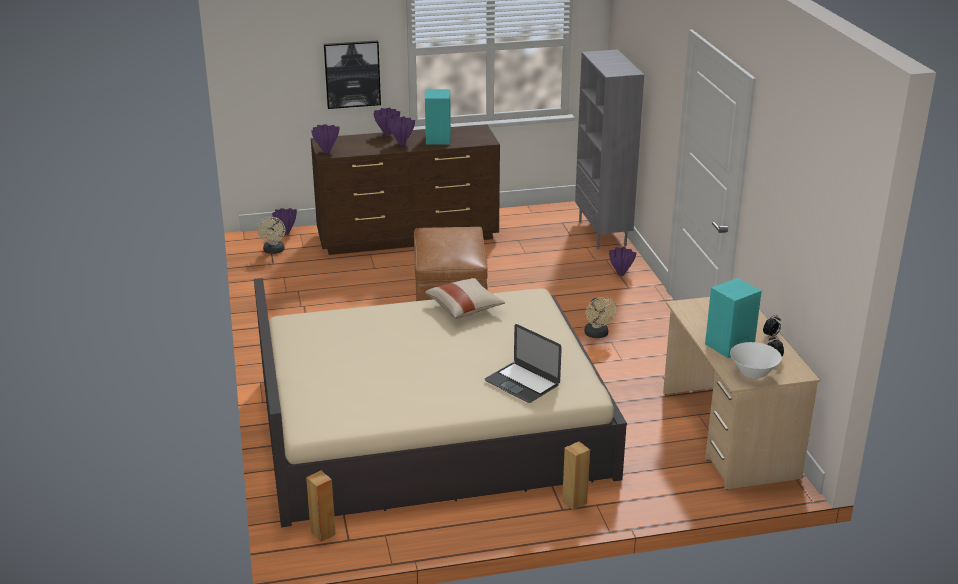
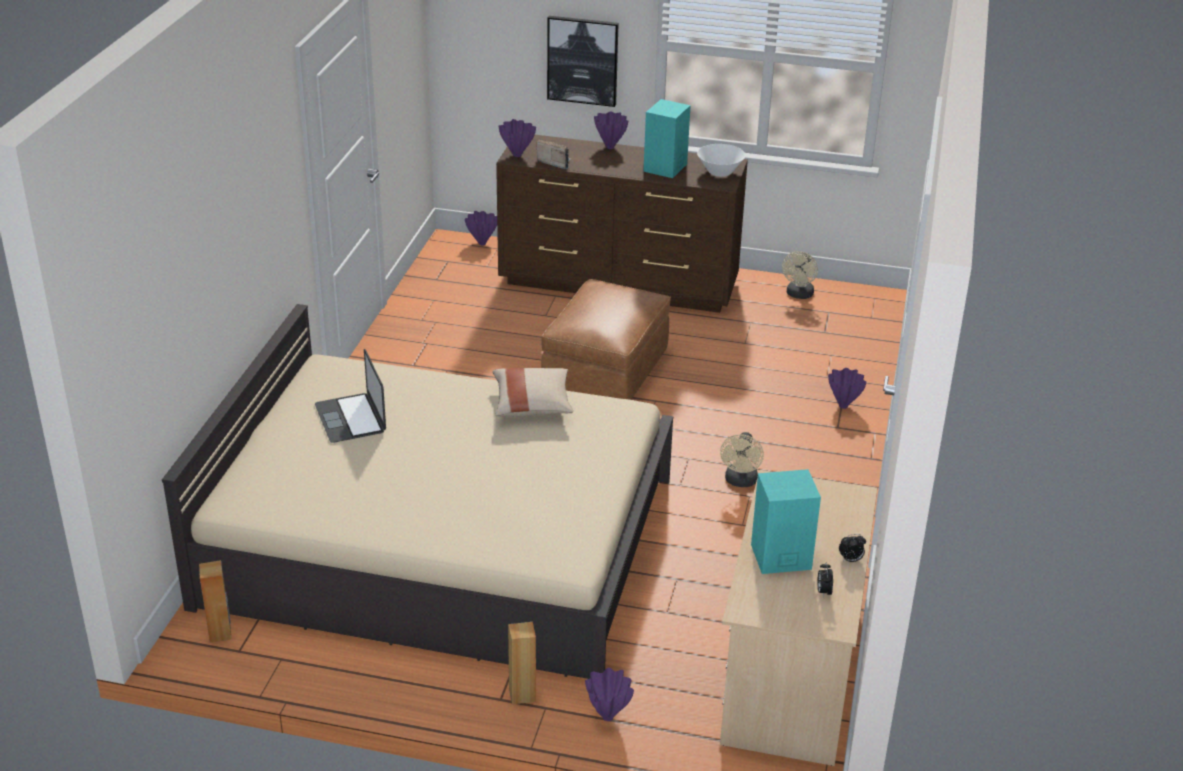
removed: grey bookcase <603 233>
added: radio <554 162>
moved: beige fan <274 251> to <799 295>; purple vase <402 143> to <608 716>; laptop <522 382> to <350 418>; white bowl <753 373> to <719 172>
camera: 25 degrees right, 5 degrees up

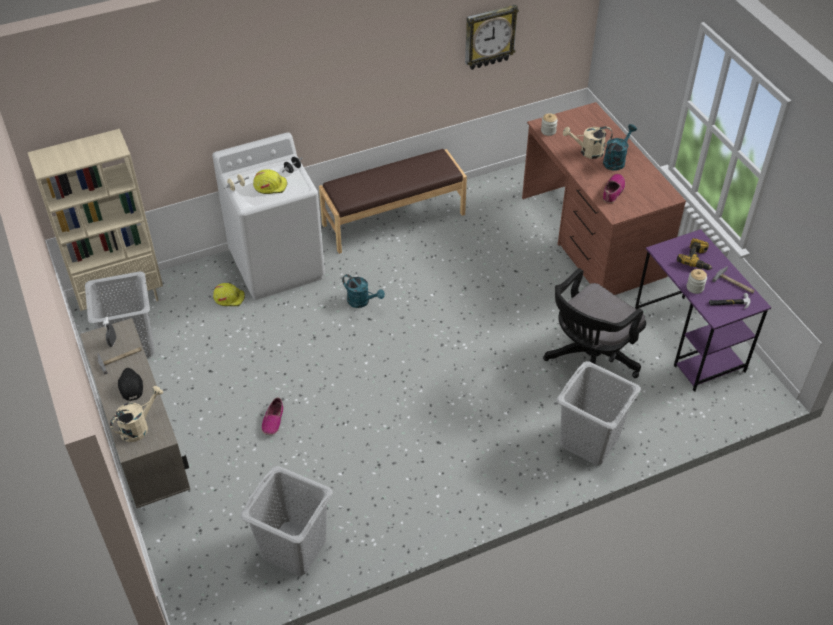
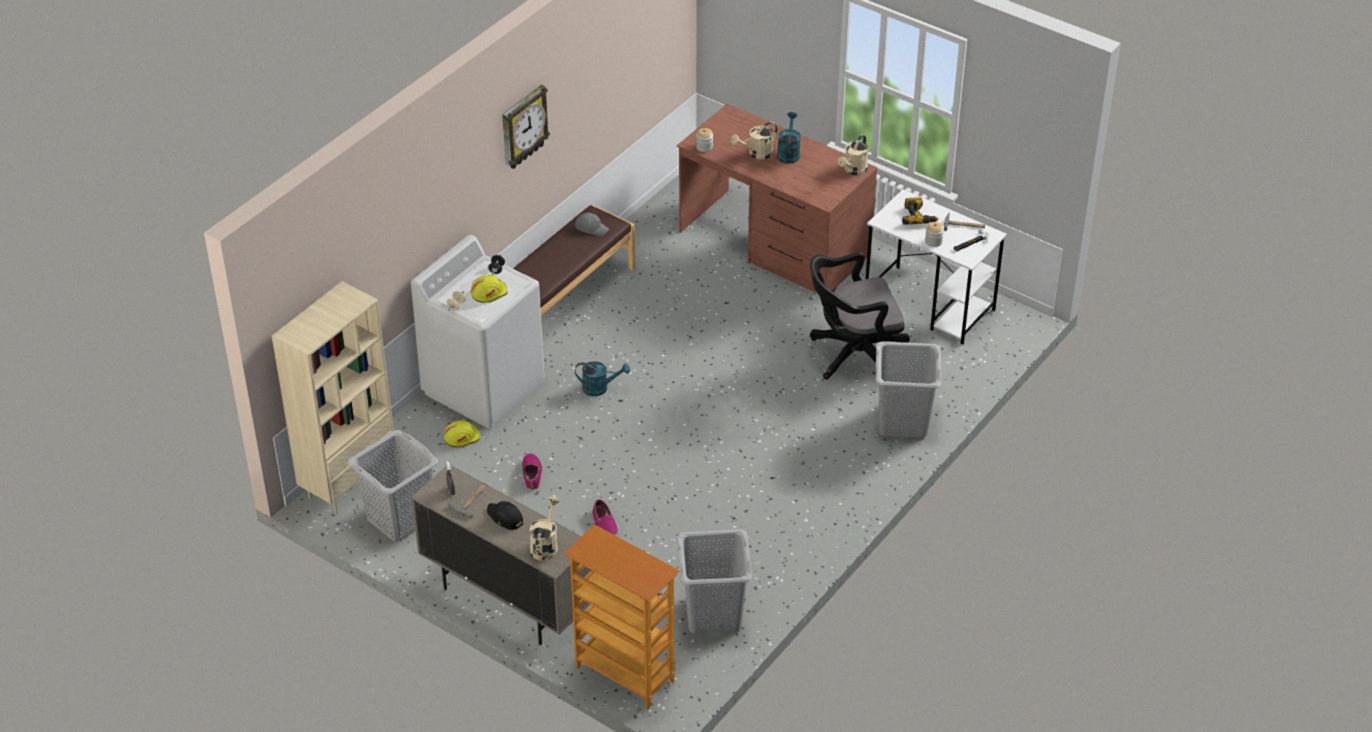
added: bookcase <624 675>; grey cap <591 228>; beige watering can <853 170>
moved: wall clock <489 37> to <523 127>; shoe <613 191> to <532 474>
recoloured: purple desk <689 343> to white desk <930 305>
turned: black office chair <588 360> = <853 355> 60 degrees clockwise
camera: 30 degrees left, 5 degrees down

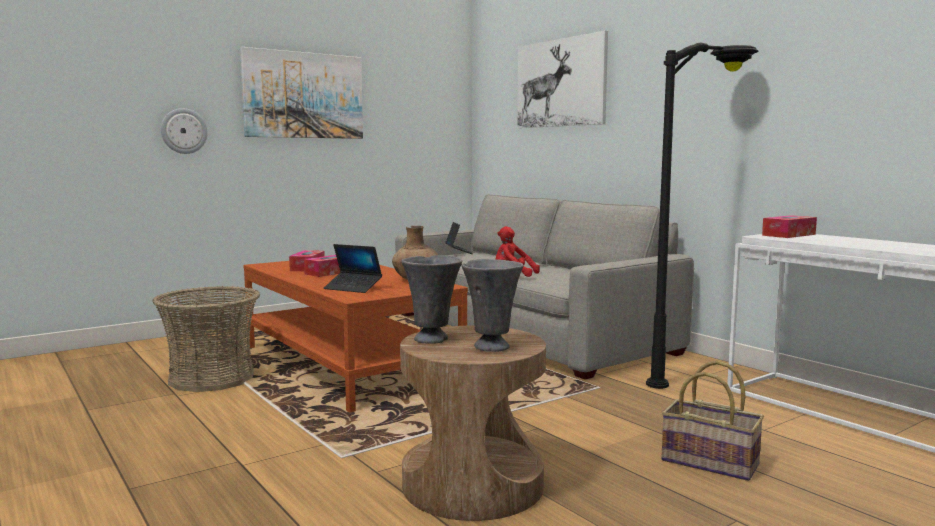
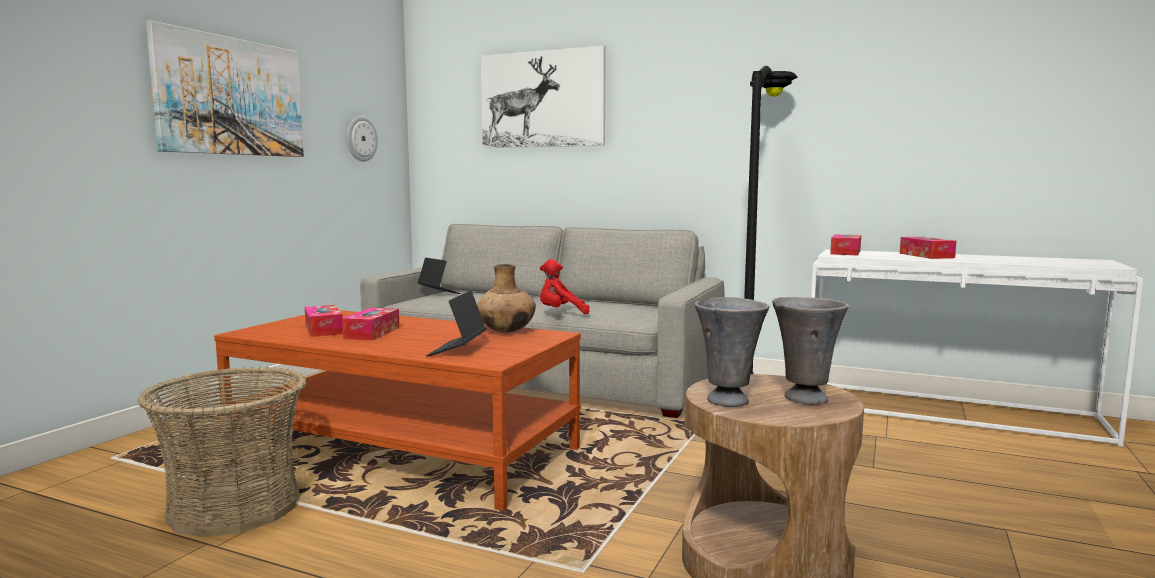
removed: basket <710 462>
added: tissue box <926 255>
moved: wall clock <184 131> to <361 138>
turned: laptop <353 288> = <457 350> 105 degrees clockwise
camera: 30 degrees left, 0 degrees up

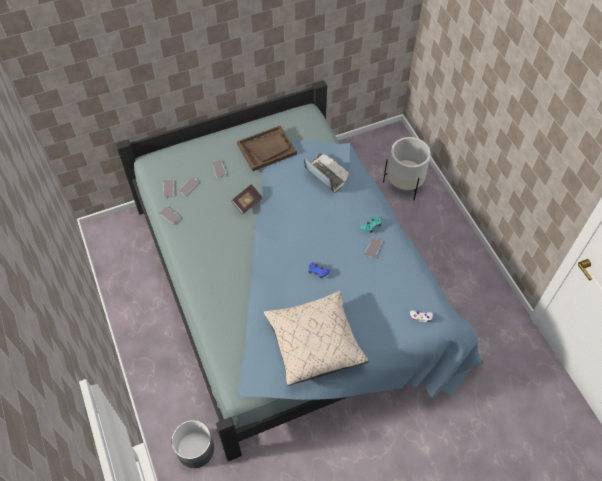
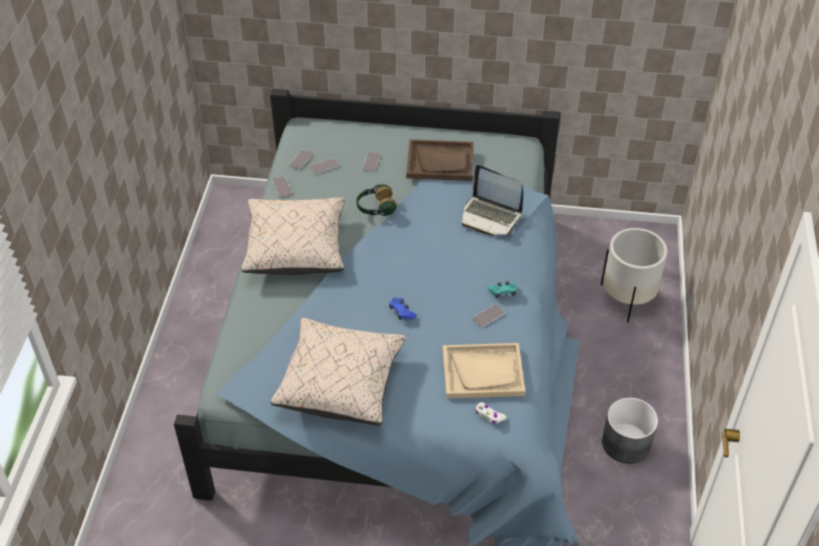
added: beige pillow <296 248>; beige tray <483 372>
moved: grey planter <196 449> to <626 443>
replaced: book <247 203> to headphones <375 208>
turned: laptop <326 175> = <491 216> 135 degrees clockwise
camera: 30 degrees right, 10 degrees down

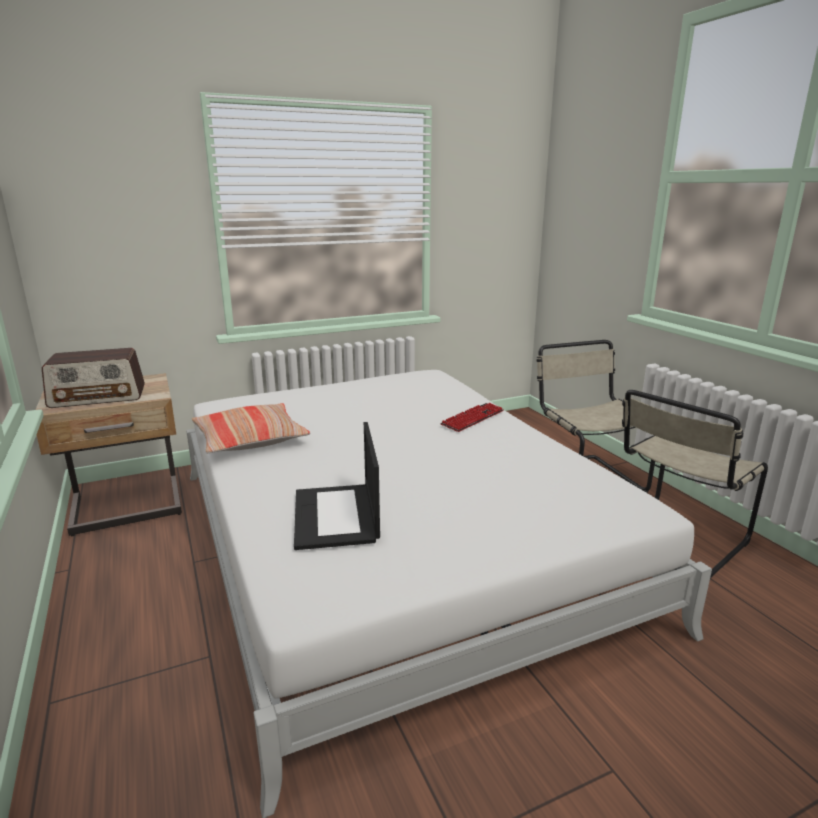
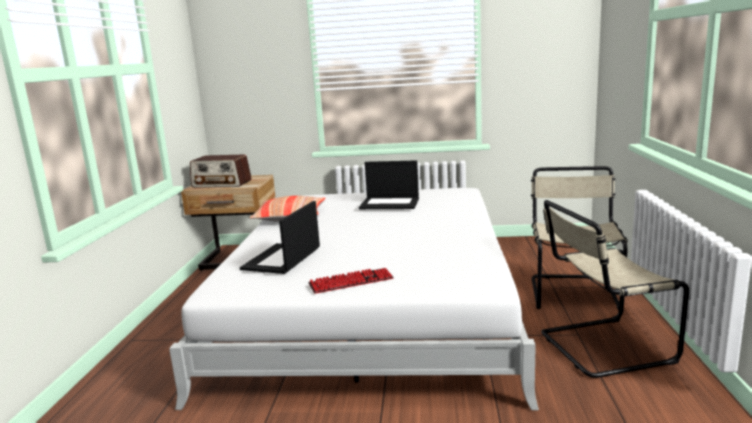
added: laptop <390 203>
moved: keyboard <473 418> to <351 282>
camera: 30 degrees right, 5 degrees down

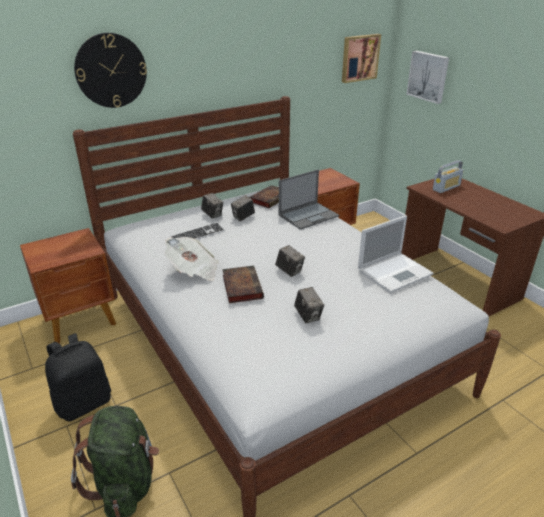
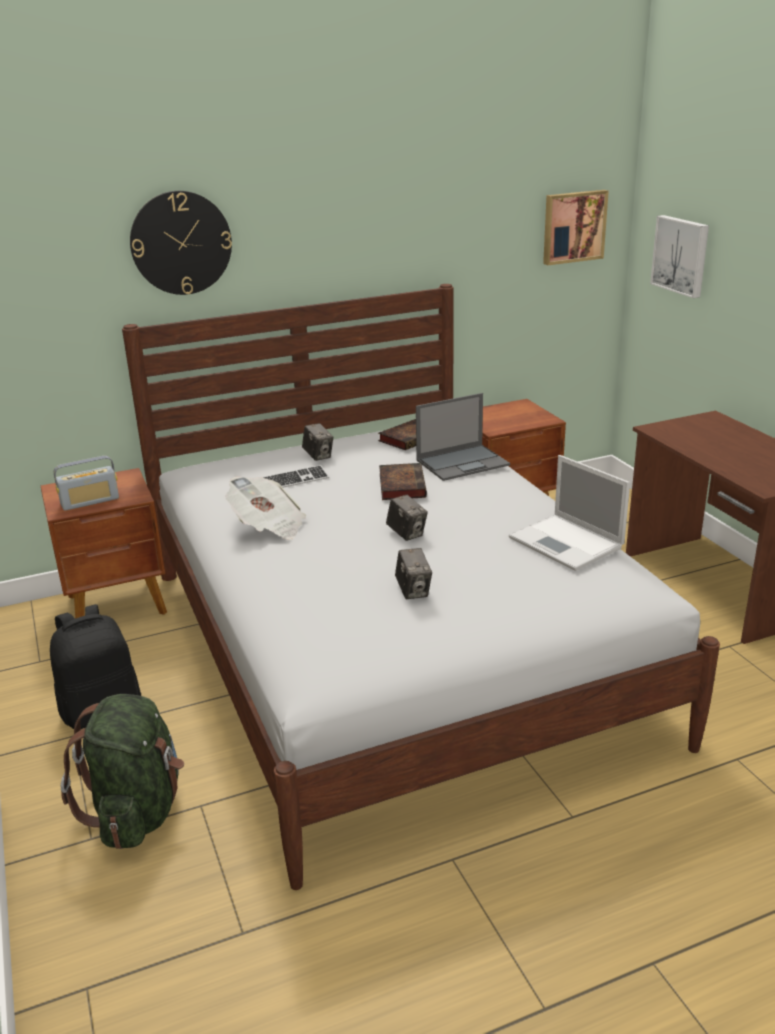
removed: photo camera <243 217>
moved: book <241 286> to <401 485>; radio <446 187> to <90 501>
turned: laptop <395 272> = <567 543> 75 degrees clockwise
camera: 10 degrees right, 5 degrees down

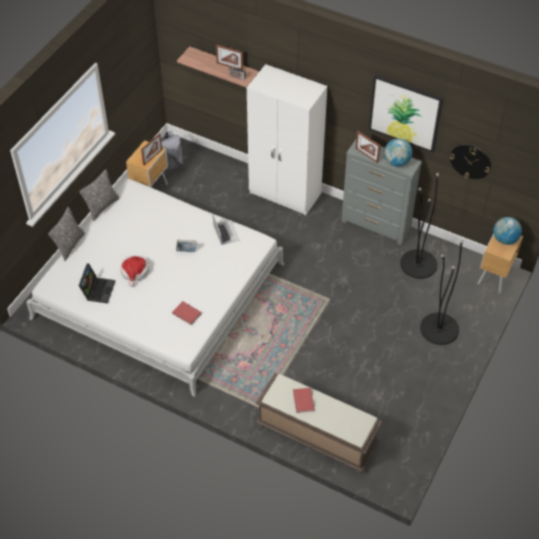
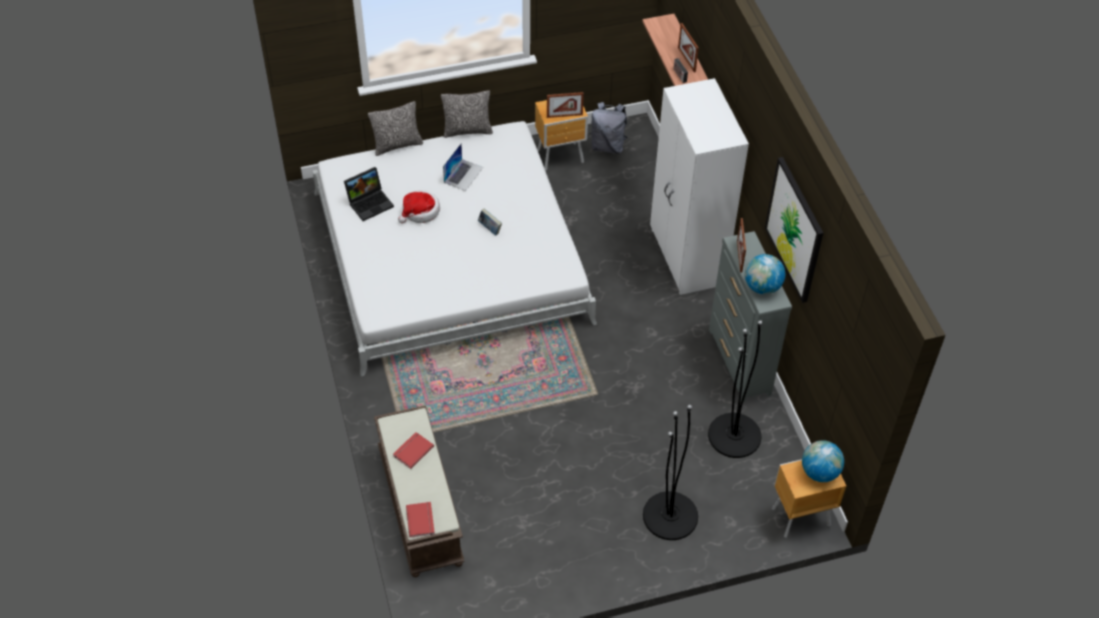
removed: wall clock <470 161>
moved: red book <187 313> to <421 520>; laptop <226 232> to <463 174>
camera: 45 degrees right, 0 degrees up

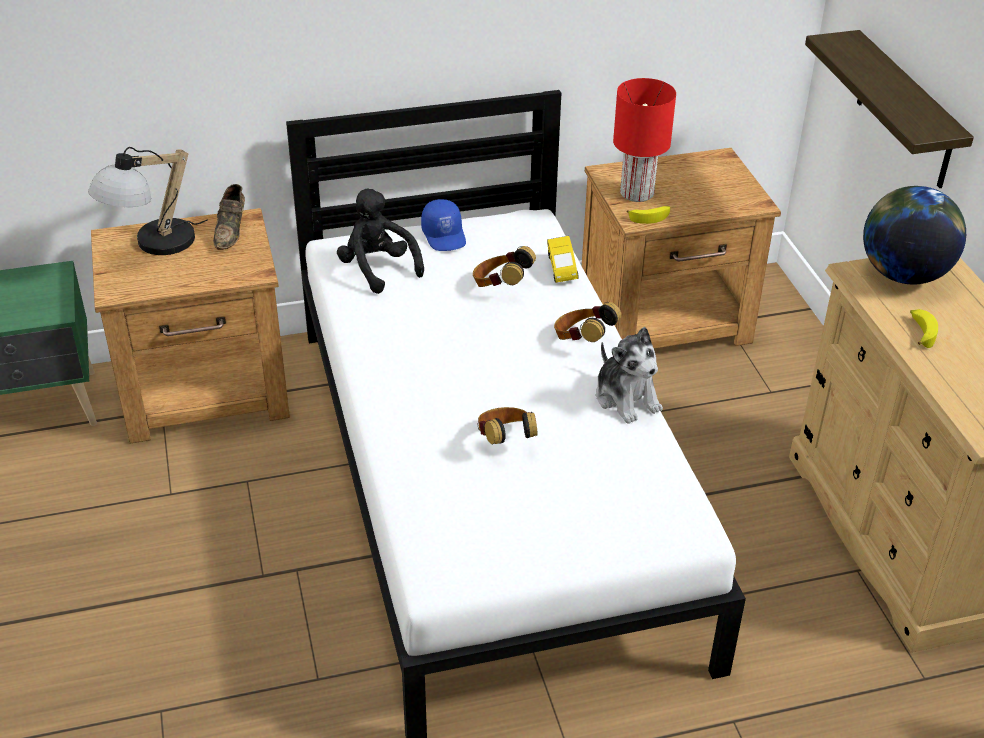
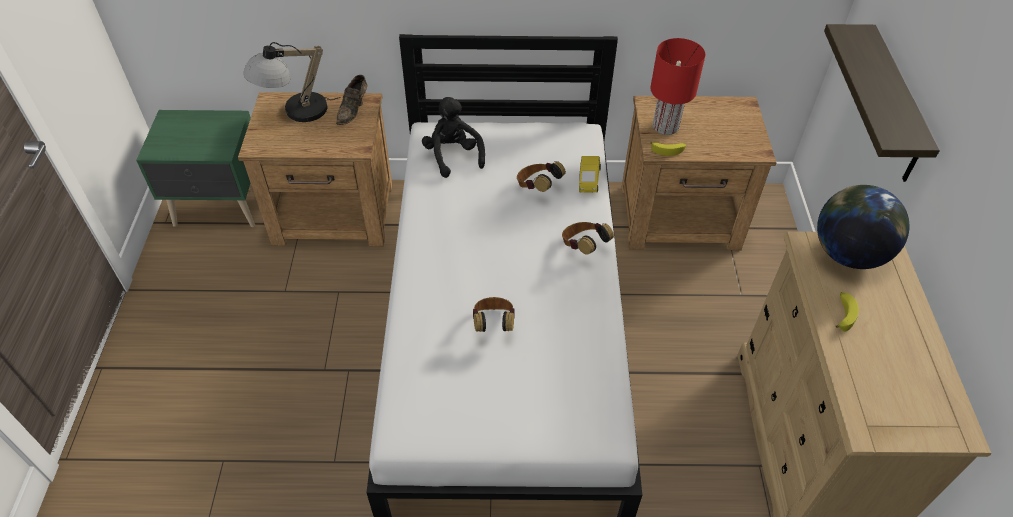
removed: blue cap <445 235>; plush toy <626 398>
camera: 15 degrees right, 10 degrees up

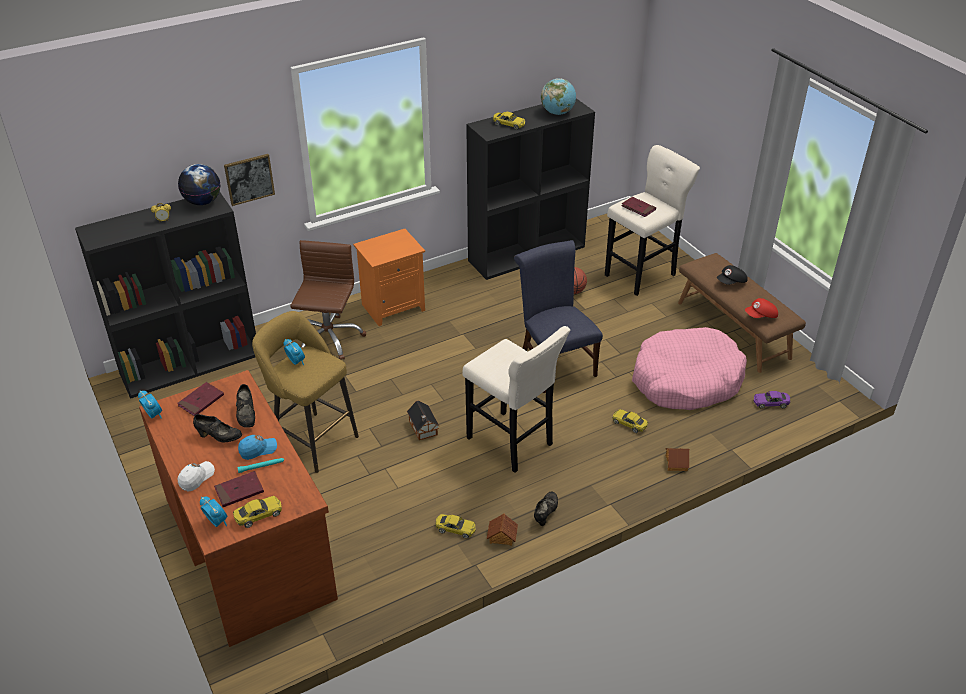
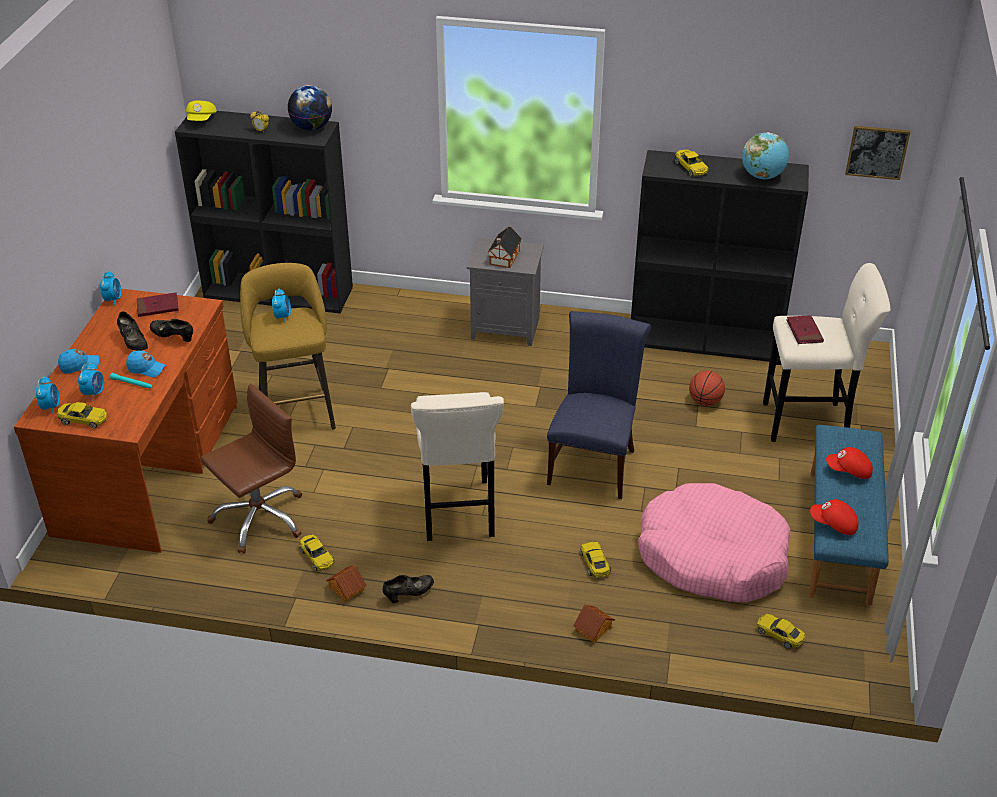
added: yellow cap <202 120>
moved: picture <249 179> to <877 152>; brown office chair <328 339> to <259 518>; toy house <423 429> to <503 258>
replaced: red book <239 491> to alarm clock <94 393>
recoloured: white cap <196 478> to blue cap <79 365>; orange nightstand <393 306> to grey nightstand <506 327>; brown bench <733 329> to blue bench <840 536>; black cap <731 282> to red cap <849 471>; purple toy car <770 403> to yellow toy car <779 634>
turned: black shoe <246 416> = <173 337> 90 degrees clockwise
camera: 40 degrees right, 0 degrees up

